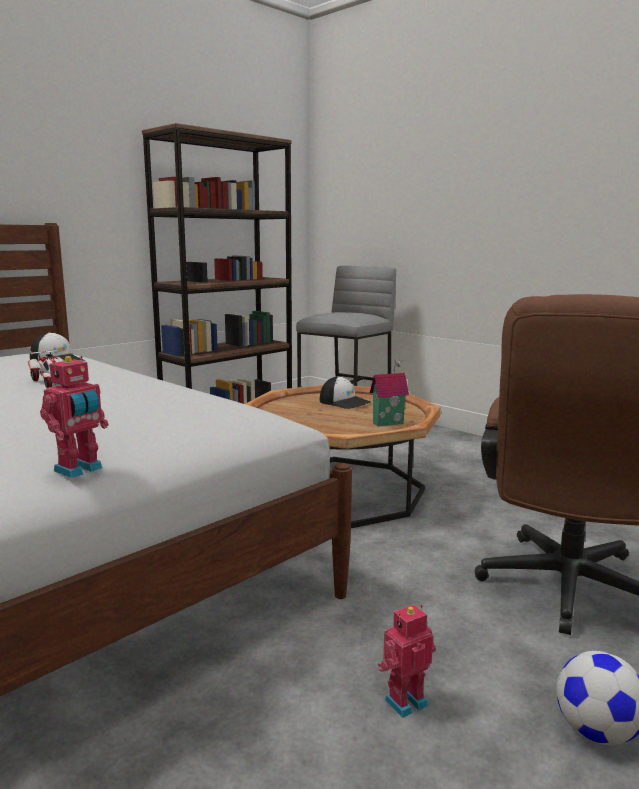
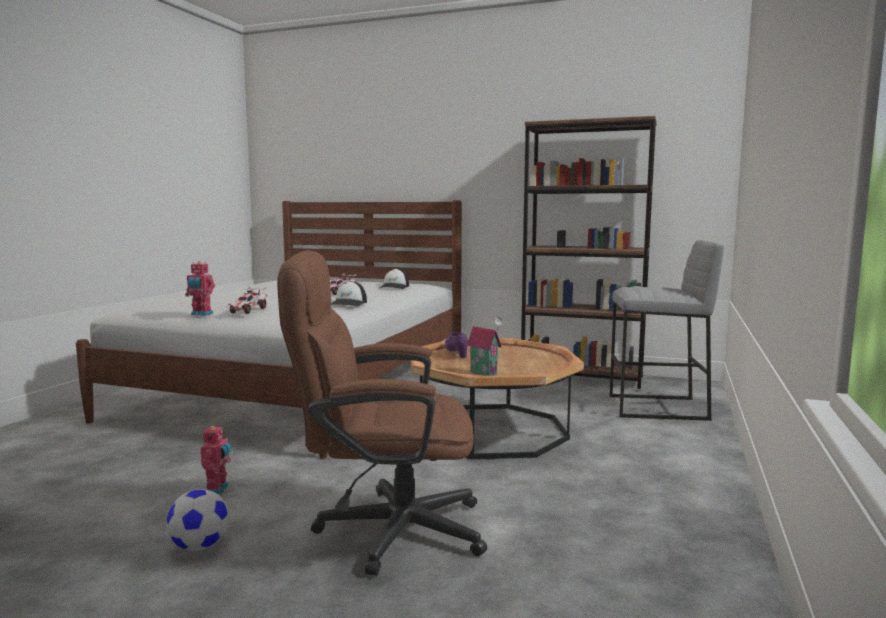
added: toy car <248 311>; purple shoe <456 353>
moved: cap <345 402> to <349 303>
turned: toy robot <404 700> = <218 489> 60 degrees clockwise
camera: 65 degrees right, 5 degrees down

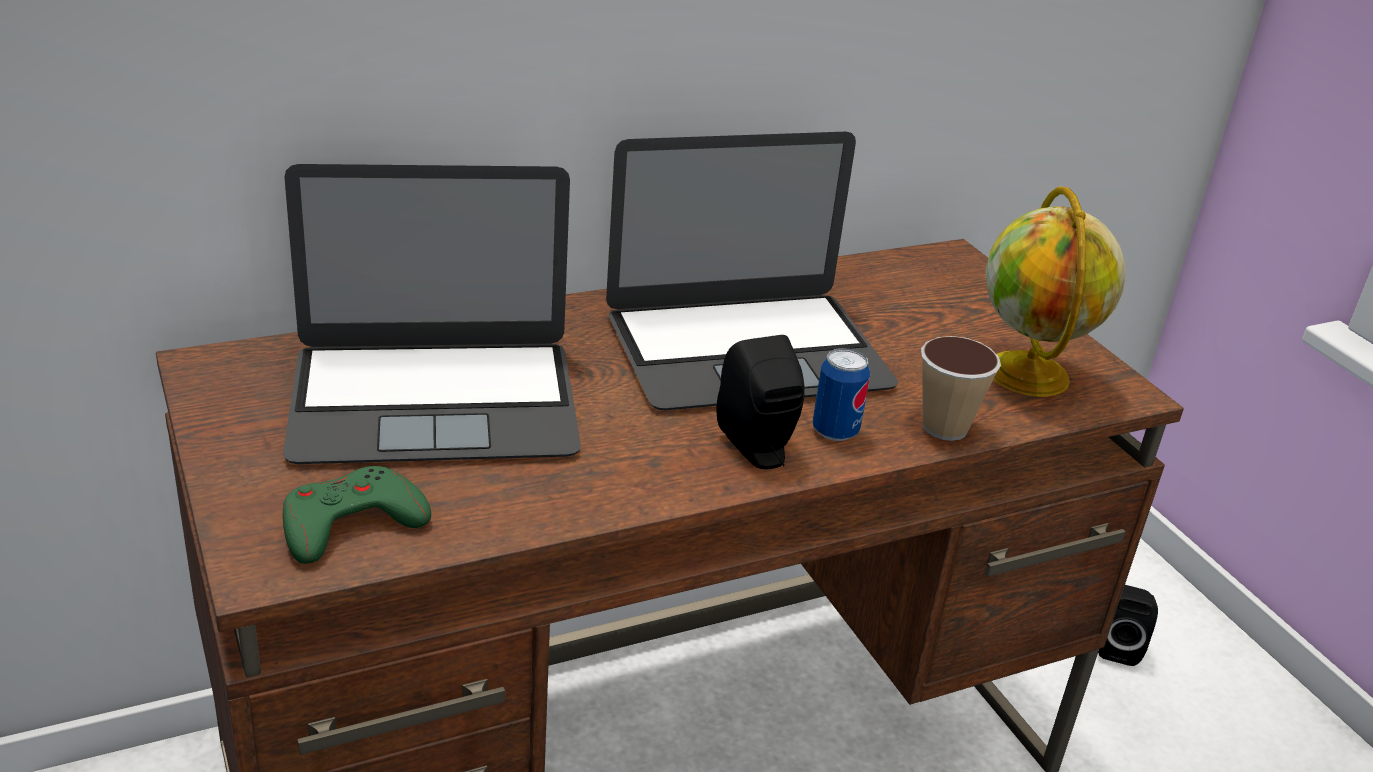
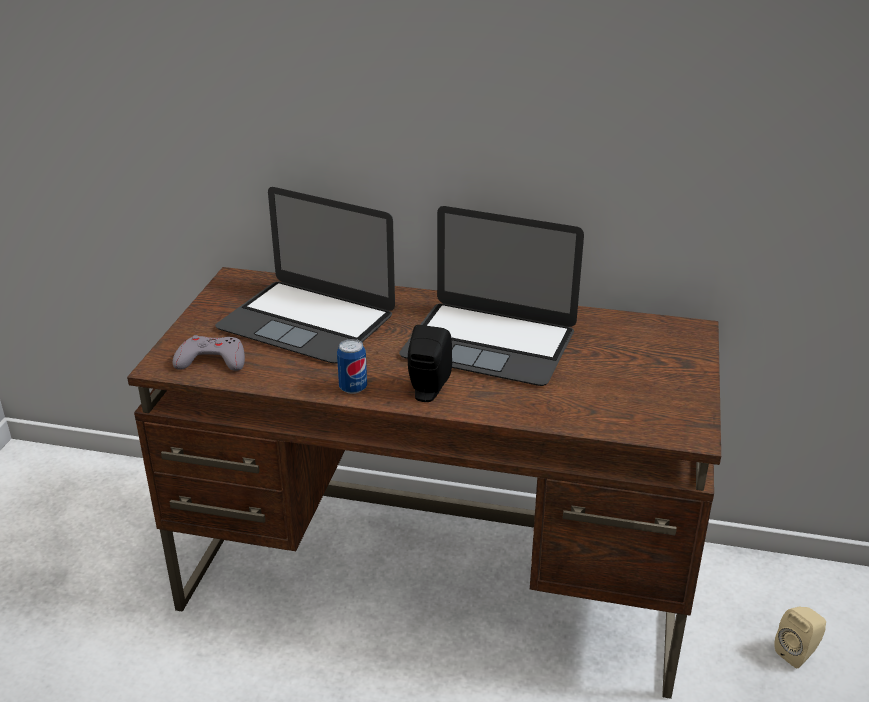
removed: cup <945 427>; globe <1029 376>
moved: can <835 431> to <353 388>
recoloured: green game controller <351 524> to grey game controller <211 360>; black speaker <1117 647> to beige speaker <798 653>
camera: 40 degrees right, 0 degrees up

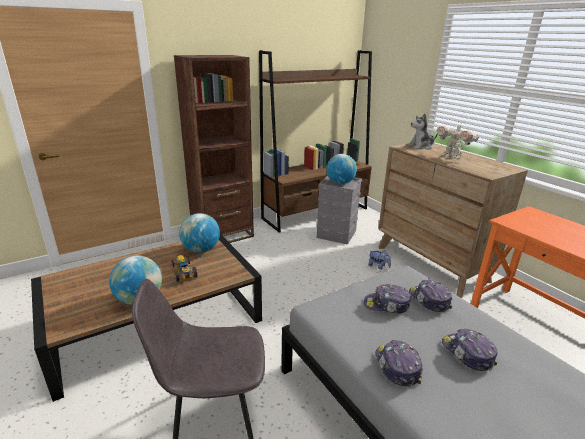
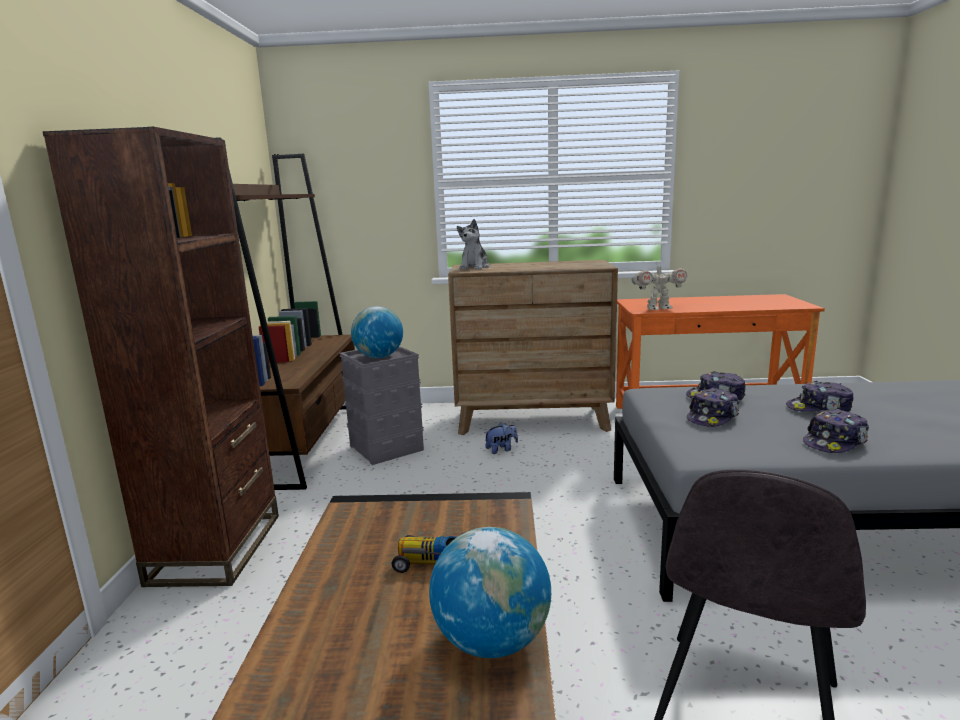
removed: globe <201 250>
moved: toy robot <452 157> to <658 309>
turned: cap <396 366> = <835 442> 60 degrees counterclockwise
camera: 55 degrees left, 10 degrees down

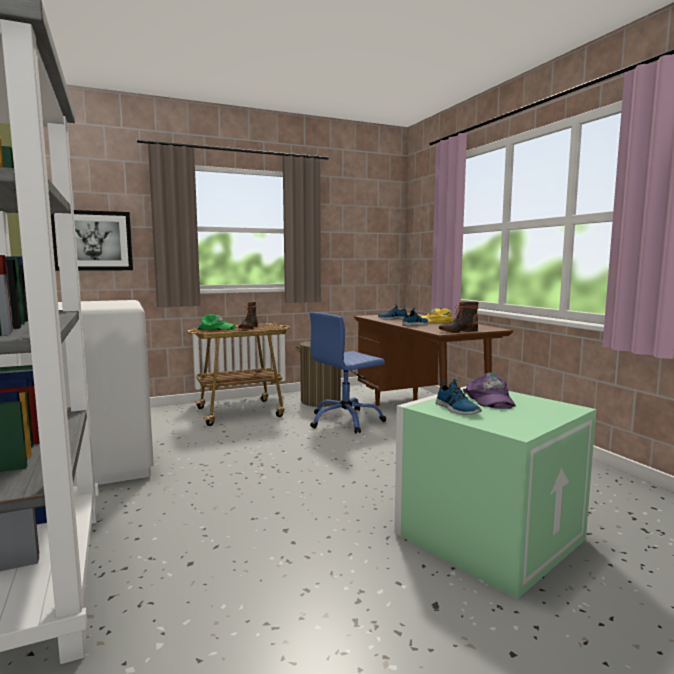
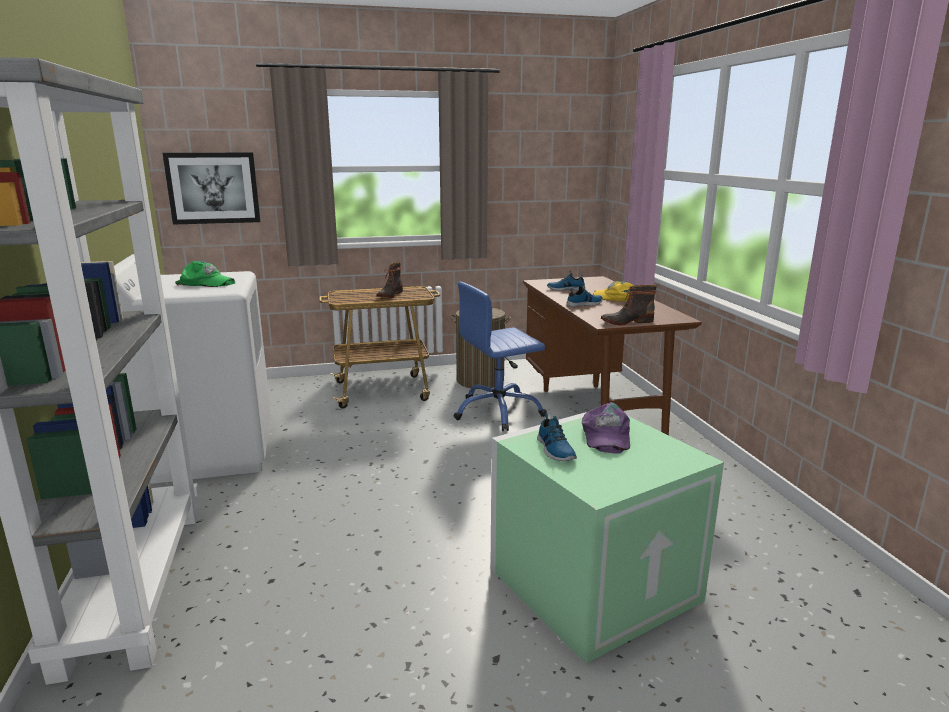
moved: green cap <216 328> to <206 283>
camera: 10 degrees right, 10 degrees up

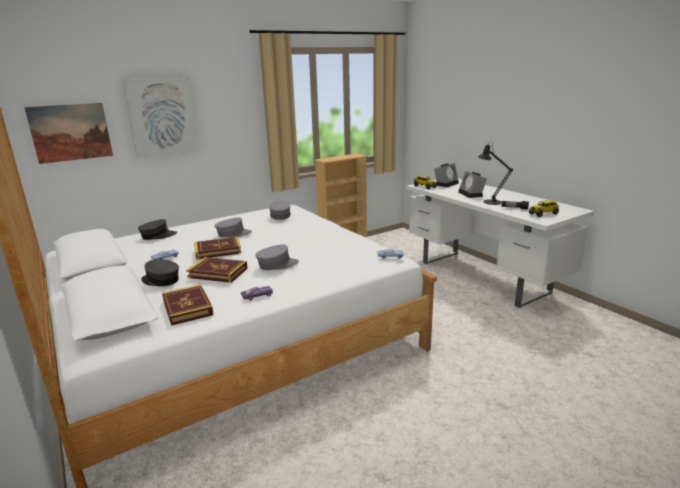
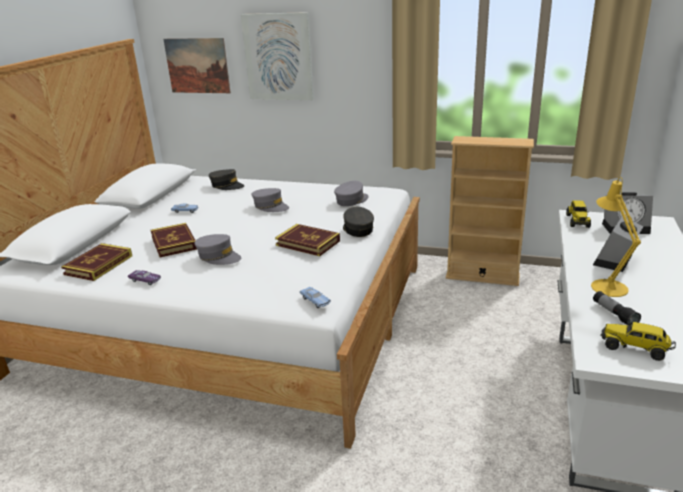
moved: grey cap <160 280> to <357 229>; book <217 251> to <308 243>
recoloured: black table lamp <489 201> to yellow table lamp <606 285>
camera: 50 degrees right, 5 degrees up

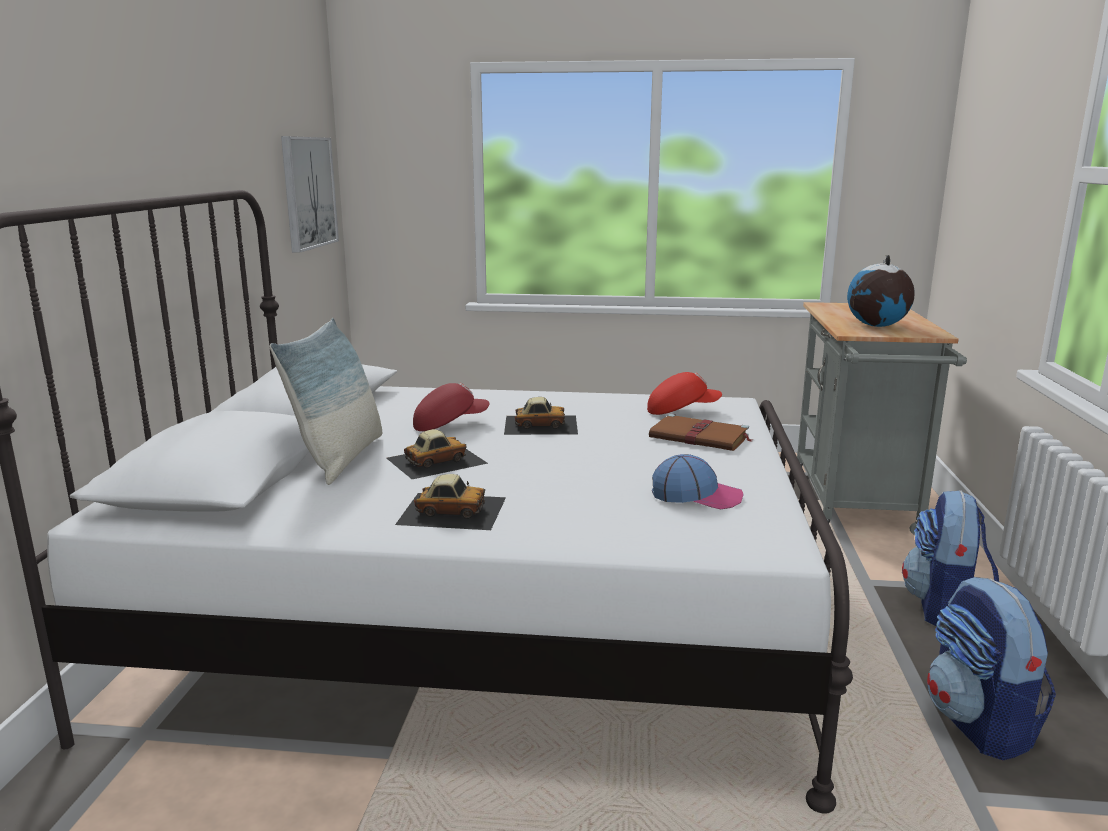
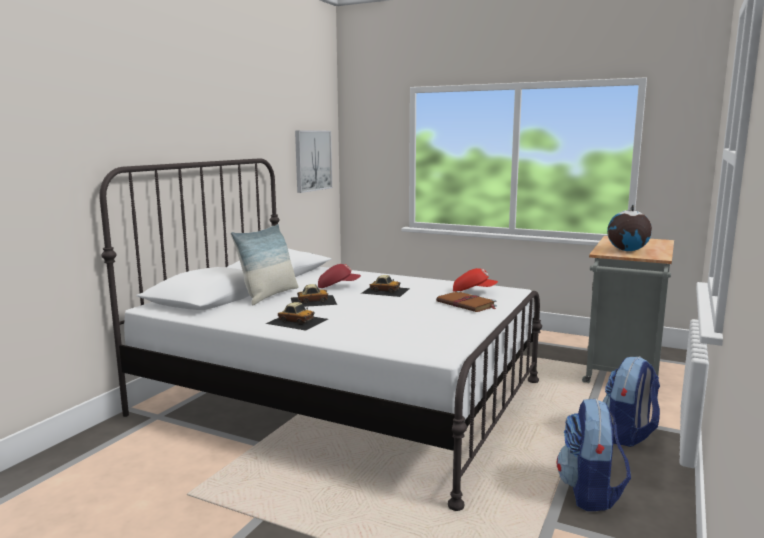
removed: cap <697 495>
camera: 20 degrees right, 5 degrees down

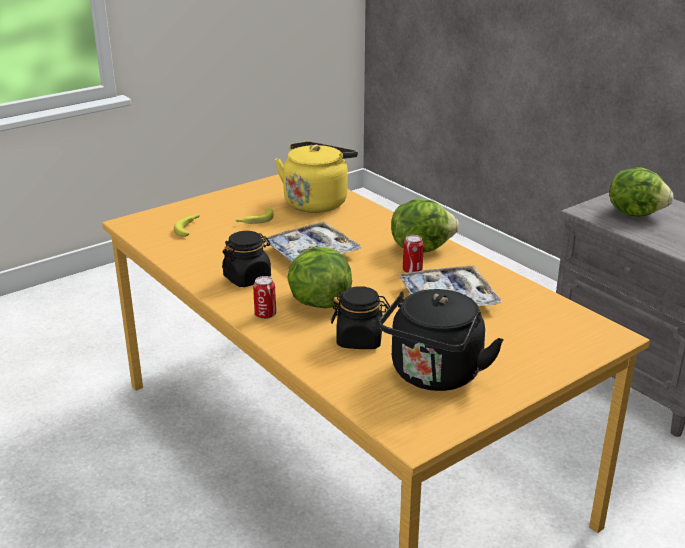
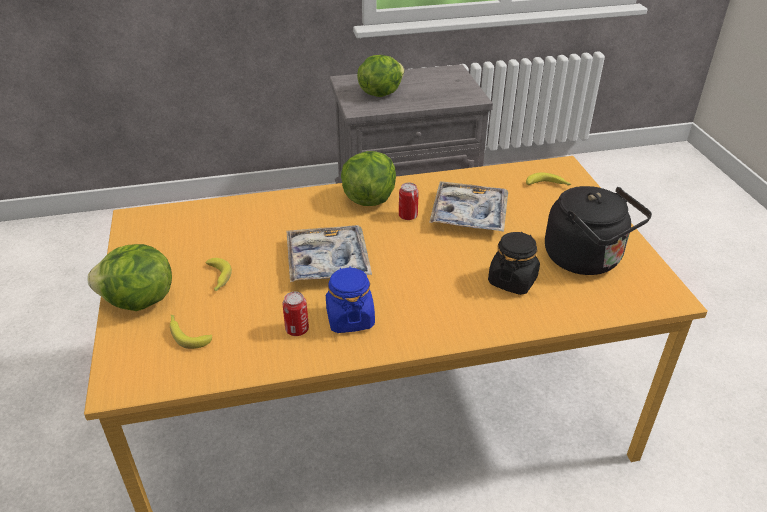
removed: yellow kettle <317 202>
added: banana <548 185>
moved: can <265 314> to <297 329>; lettuce <318 302> to <139 302>
recoloured: black jar <247 278> to blue jar <350 318>
camera: 65 degrees left, 10 degrees up

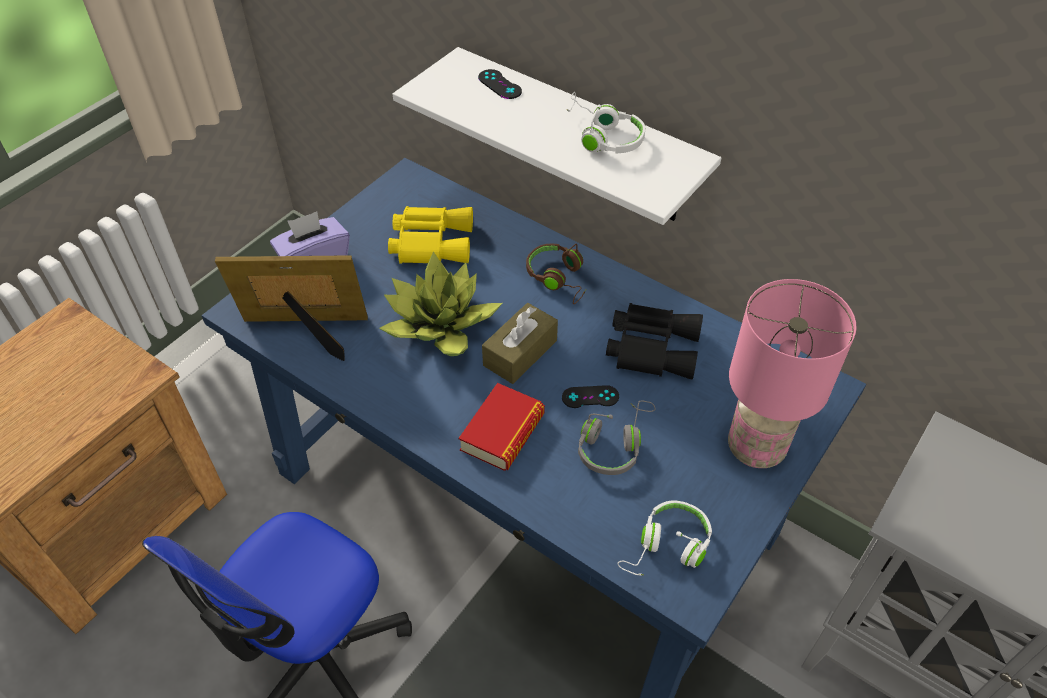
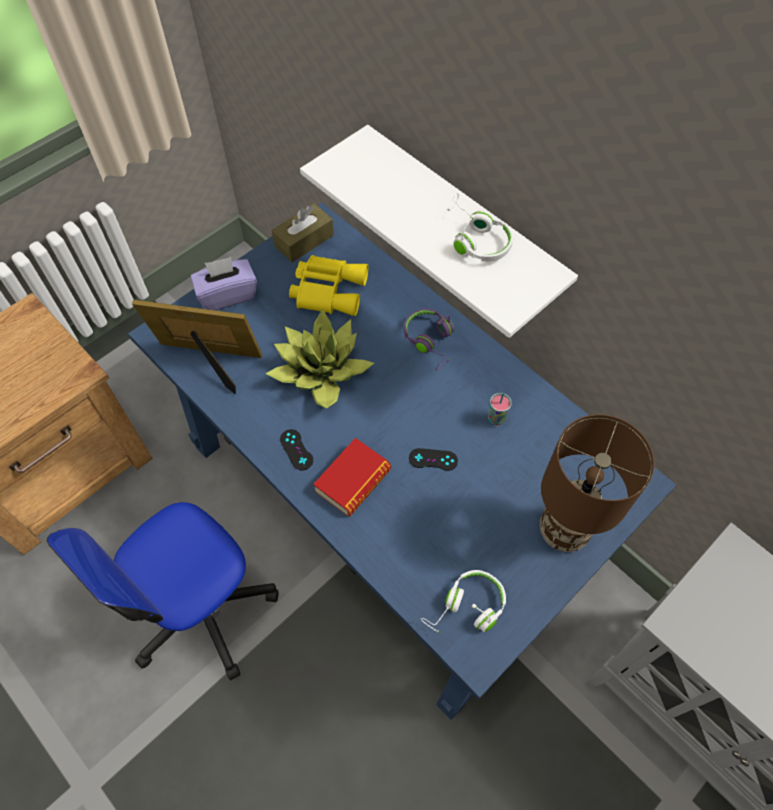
removed: grey headphones <614 444>
moved: black game controller <499 84> to <296 450>; brown tissue box <520 353> to <304 241>
replaced: black binoculars <651 346> to cup <496 419>
recoloured: brown headphones <559 278> to purple headphones <430 341>; pink table lamp <756 449> to brown table lamp <563 531>
camera: 10 degrees right, 10 degrees up

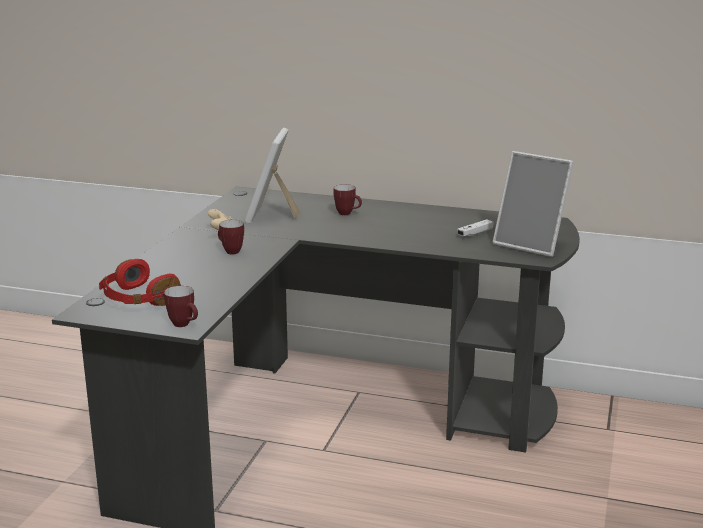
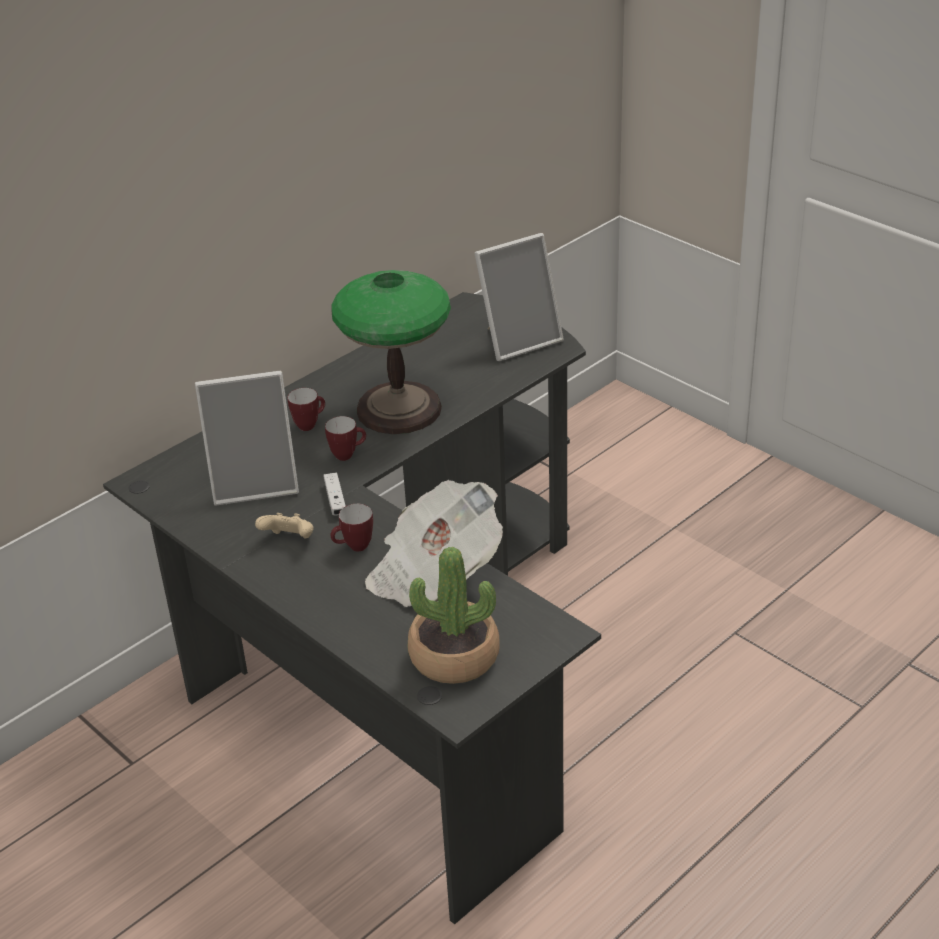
added: table lamp <399 410>; newspaper <434 573>
moved: mug <184 325> to <348 454>; white game controller <475 233> to <335 500>
replaced: red headphones <137 299> to potted plant <454 656>
turned: picture frame <272 215> = <255 482> 45 degrees counterclockwise
camera: 60 degrees left, 15 degrees up

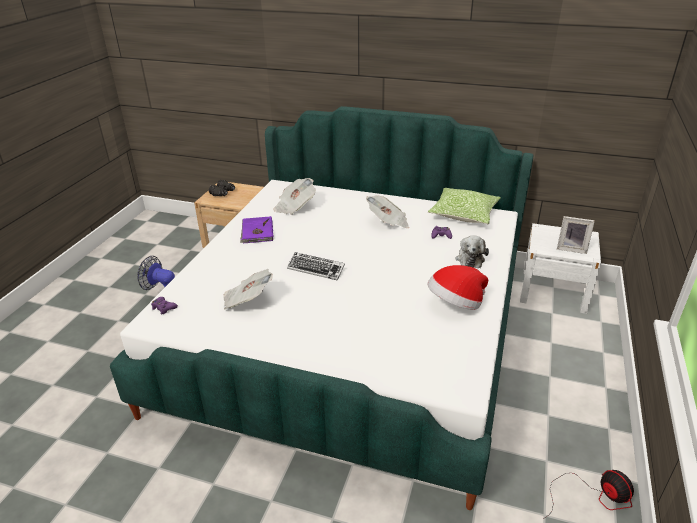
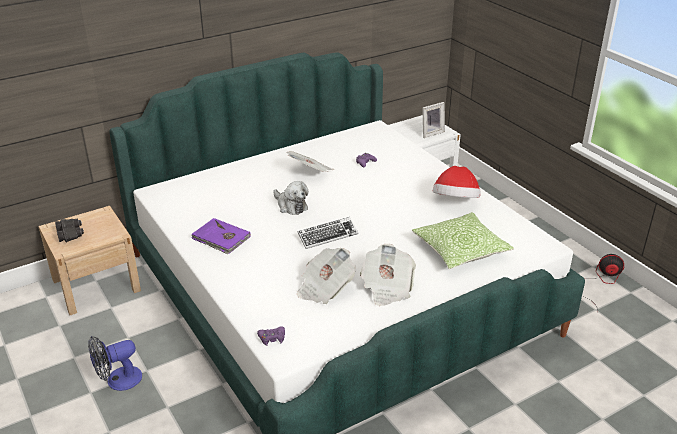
moved: newspaper <294 207> to <387 288>; pillow <464 214> to <460 250>; plush toy <470 258> to <290 206>
camera: 50 degrees left, 0 degrees up

